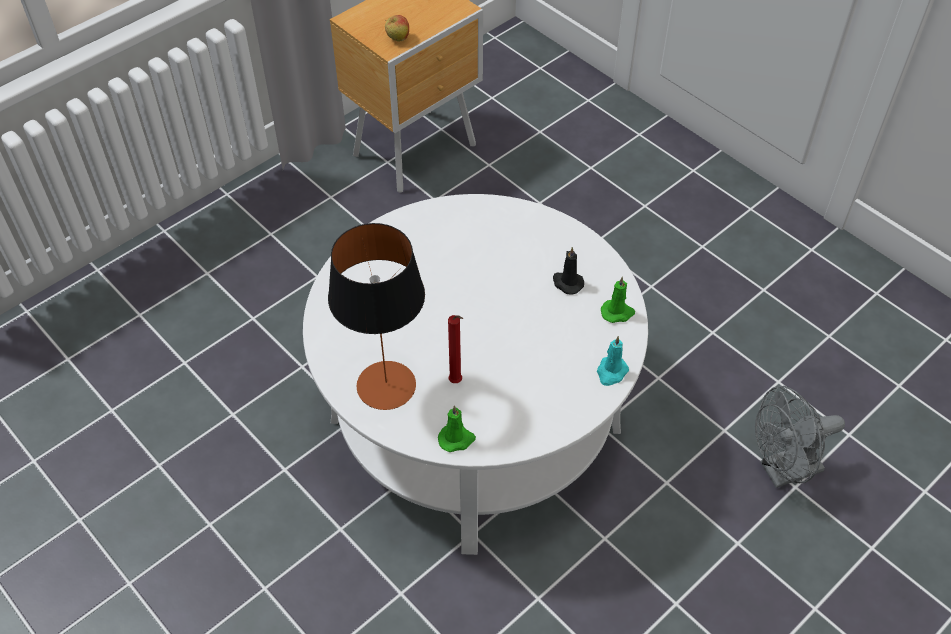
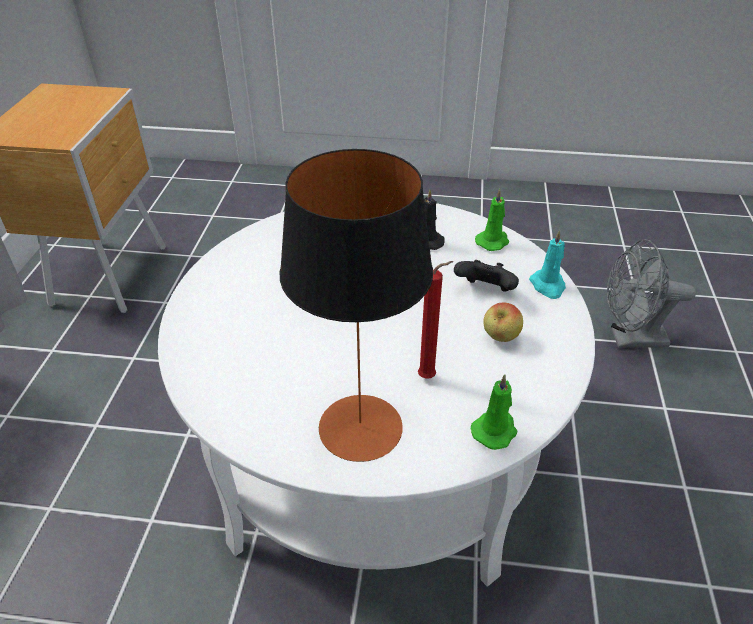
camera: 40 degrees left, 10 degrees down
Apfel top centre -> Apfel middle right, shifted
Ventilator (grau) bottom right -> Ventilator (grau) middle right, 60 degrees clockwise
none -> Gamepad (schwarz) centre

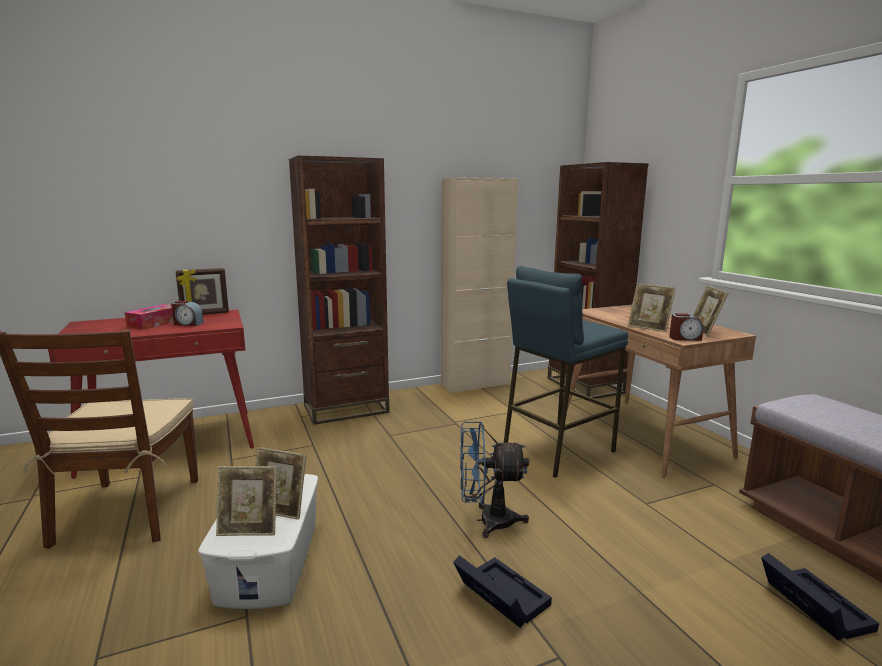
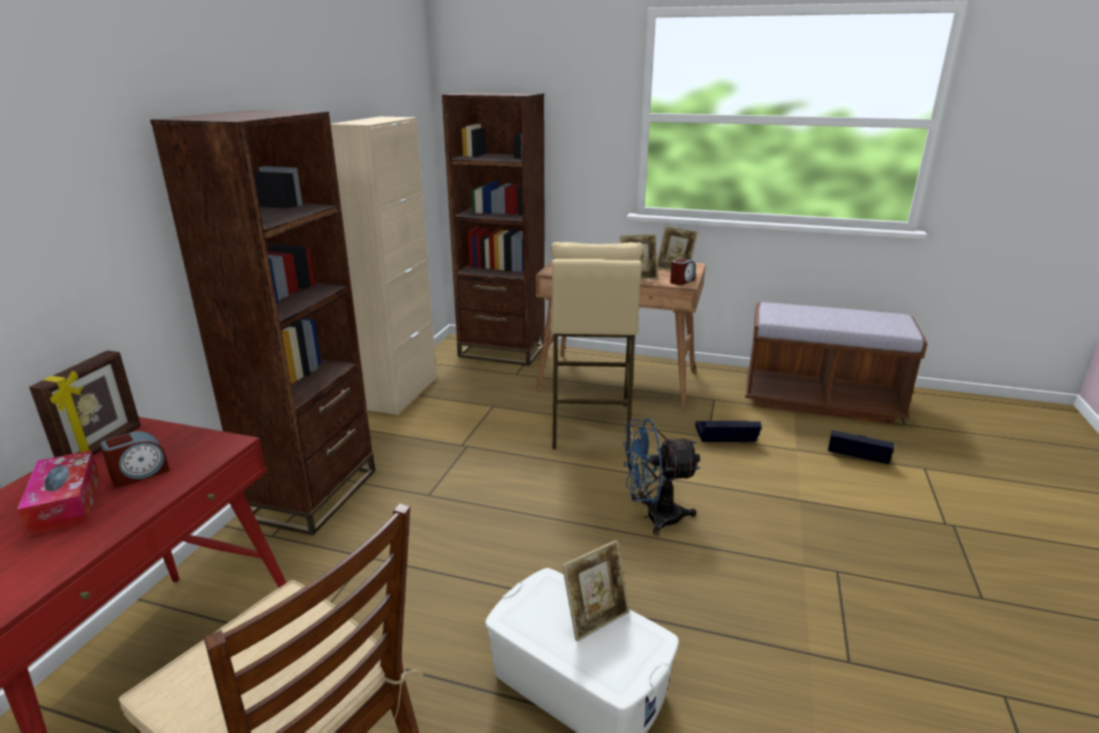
camera: 50 degrees left, 10 degrees up
Bilderrahmen (no. 2 from left) bottom left -> none
Aufbewahrungsbox (schwarz) (no. 1 from left) bottom centre -> Aufbewahrungsbox (schwarz) (no. 1 from left) centre, shifted
Ventilator (blau) bottom centre -> Ventilator (blau) centre, 45 degrees clockwise
Hocker (blau) centre -> Hocker (beige) centre

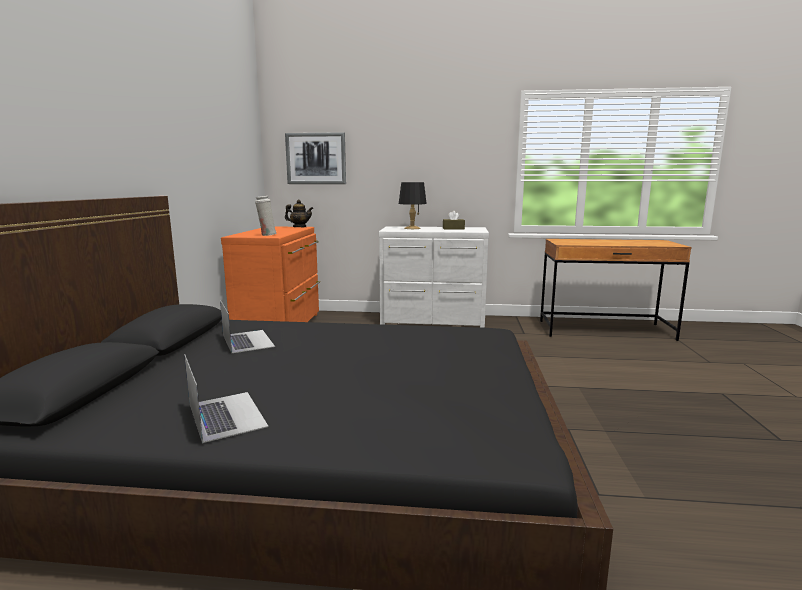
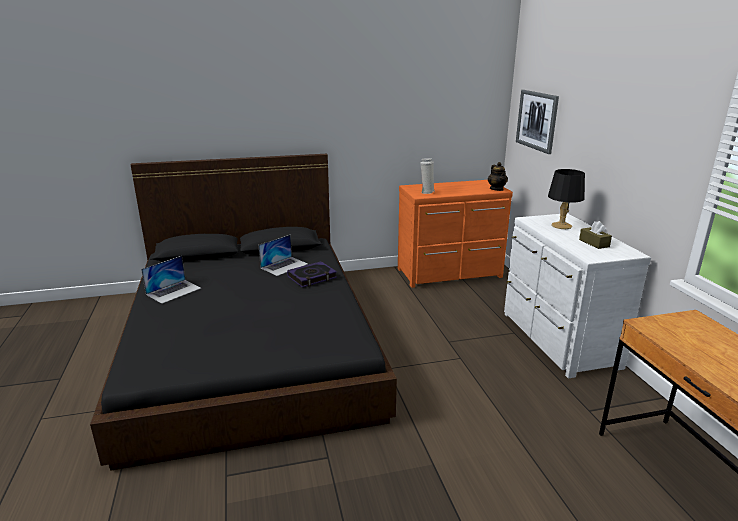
camera: 70 degrees right, 10 degrees up
none -> Buch centre

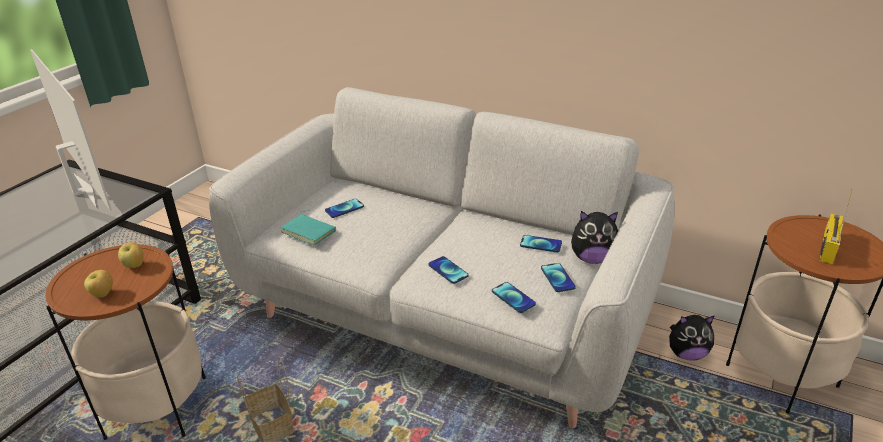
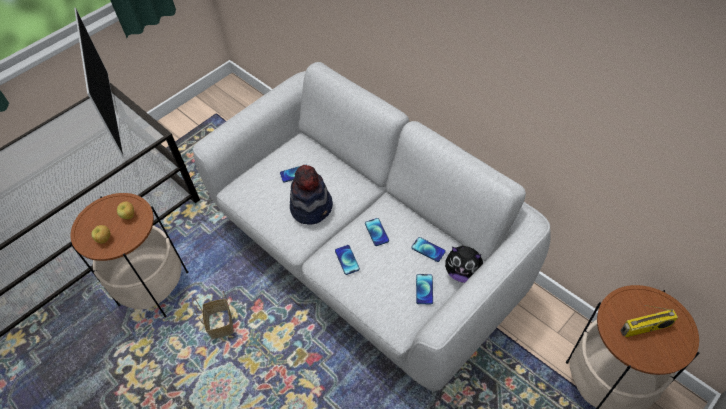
camera: 20 degrees right, 20 degrees up
Buch (türkis) centre -> none
Handy (no. 3 from left) bottom centre -> Handy (no. 3 from left) centre, shifted
Plüschtier (no. 2 from left) bottom right -> none
Radio middle right -> Radio bottom right, 150 degrees counterclockwise
none -> Hut centre

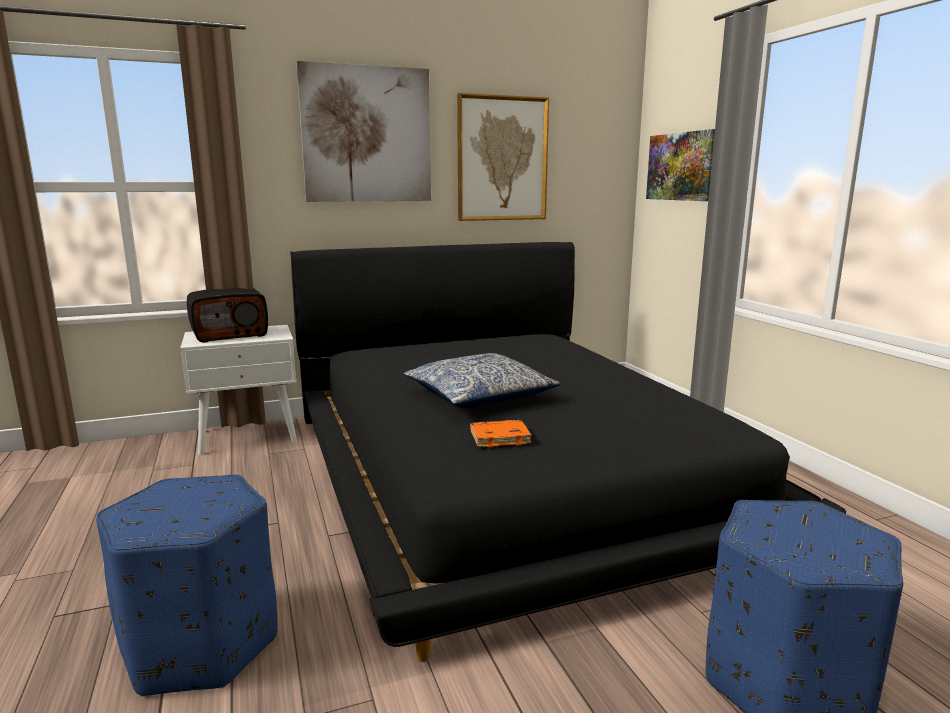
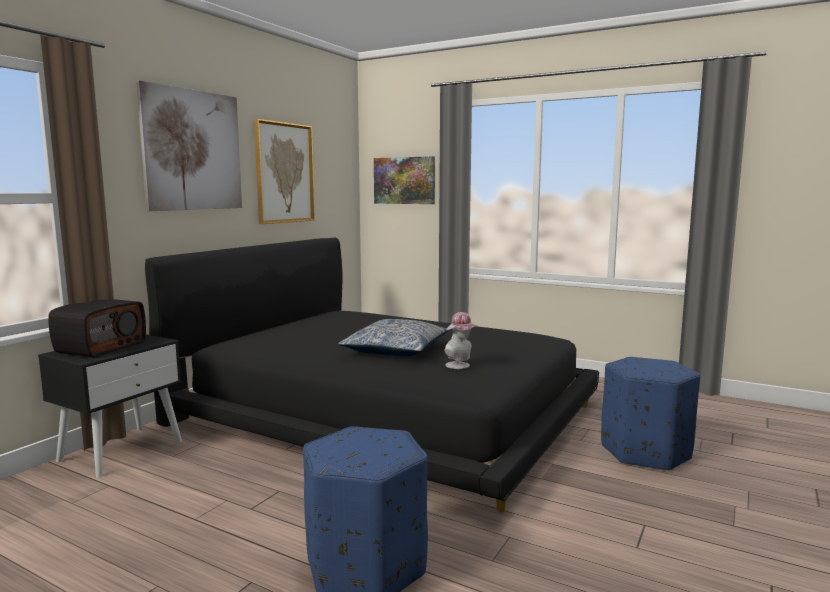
camera: 40 degrees left, 5 degrees down
Nachttisch (weiß) middle left -> Nachttisch (schwarz) bottom left
Buch (orange) centre -> Hut centre

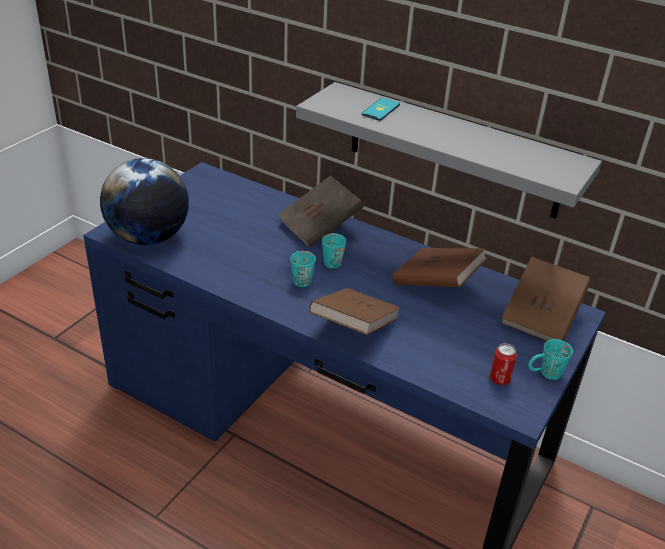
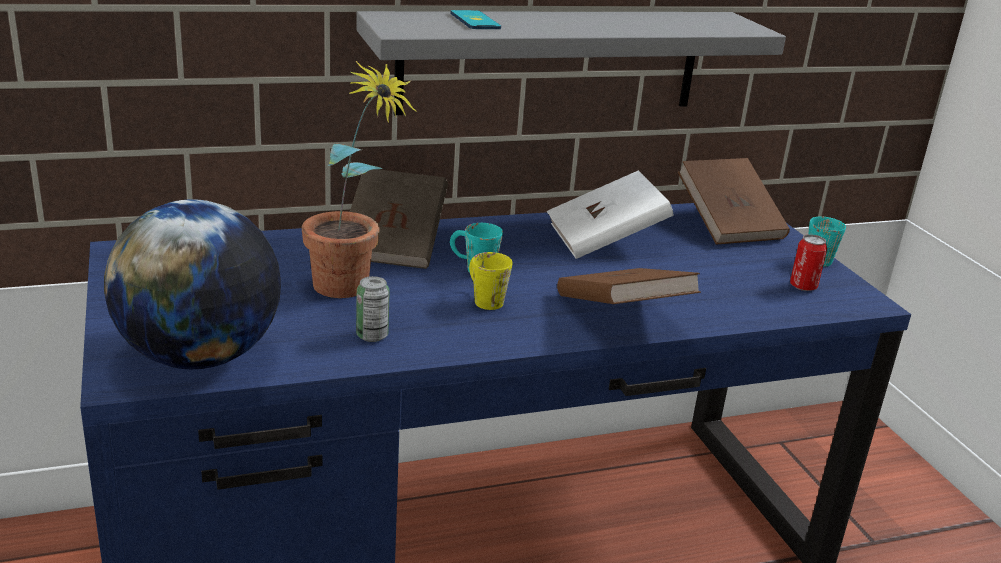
camera: 50 degrees left, 10 degrees down
Henkelbecher (türkis) (no. 1 from left) centre -> Henkelbecher (gelb) centre
Buch (braun) (no. 3 from left) centre -> Buch (weiß) centre
none -> Topfpflanze top centre
none -> Dose (no. 1 from left) centre

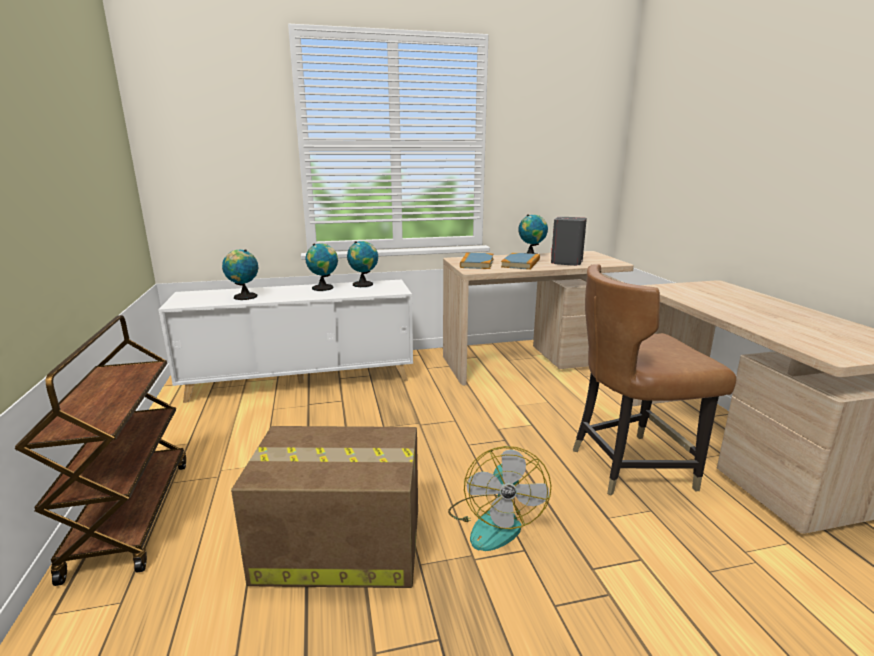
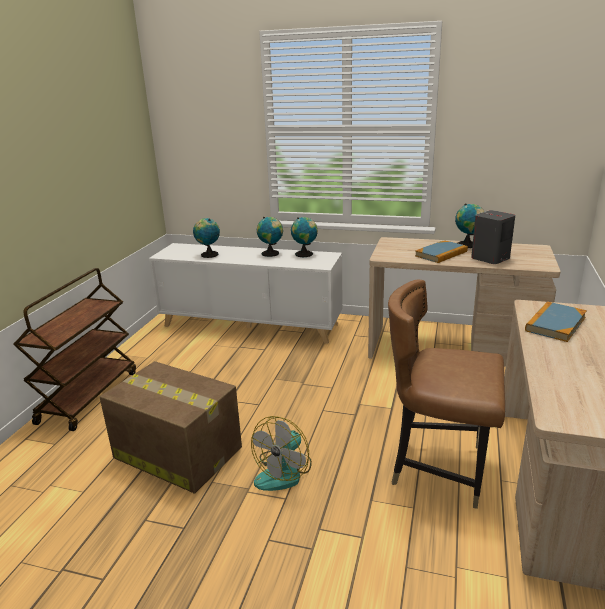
camera: 30 degrees right, 5 degrees up
Buch (no. 1 from left in the first image) centre -> Buch (no. 2 from left) middle right, shifted

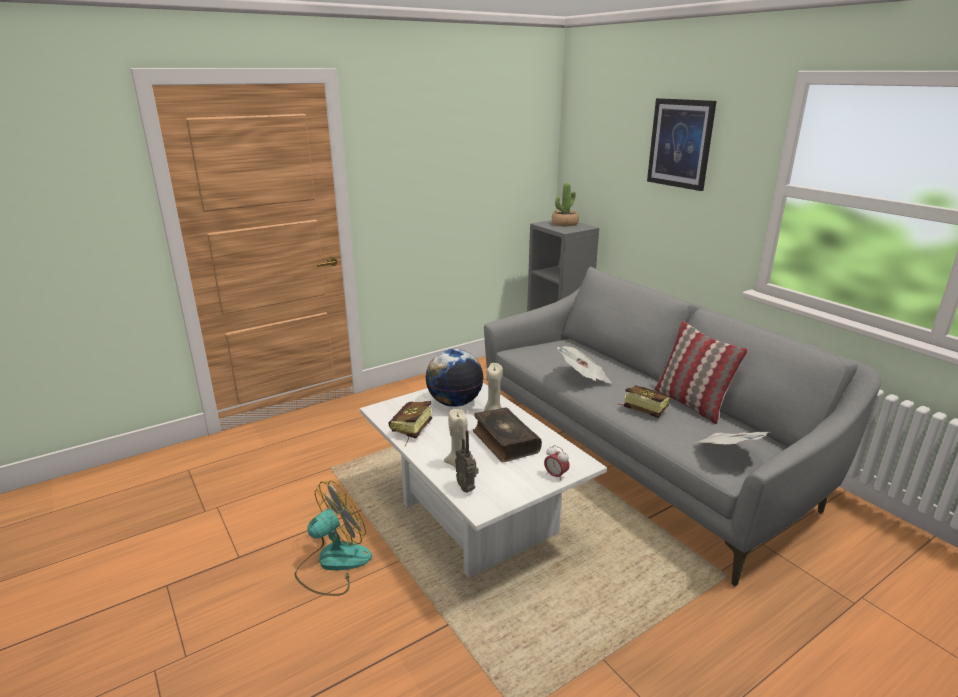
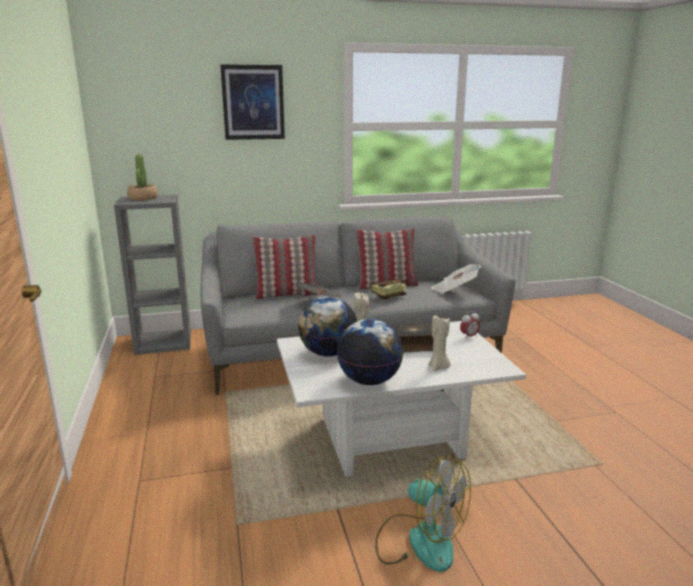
camera: 70 degrees left, 5 degrees down
Ventilator bottom centre, 150 degrees clockwise
Buch (no. 1 from left) centre -> Globus (no. 2 from left) centre
Radio centre -> none
none -> Kissen (no. 1 from left) centre

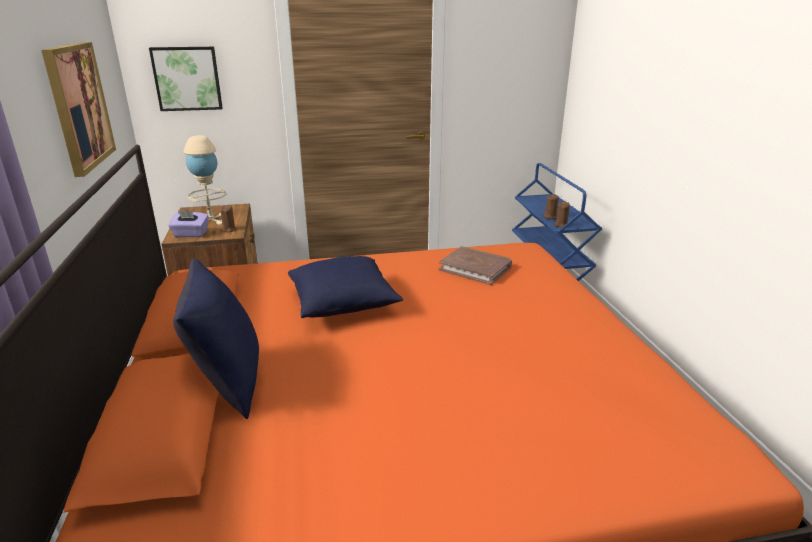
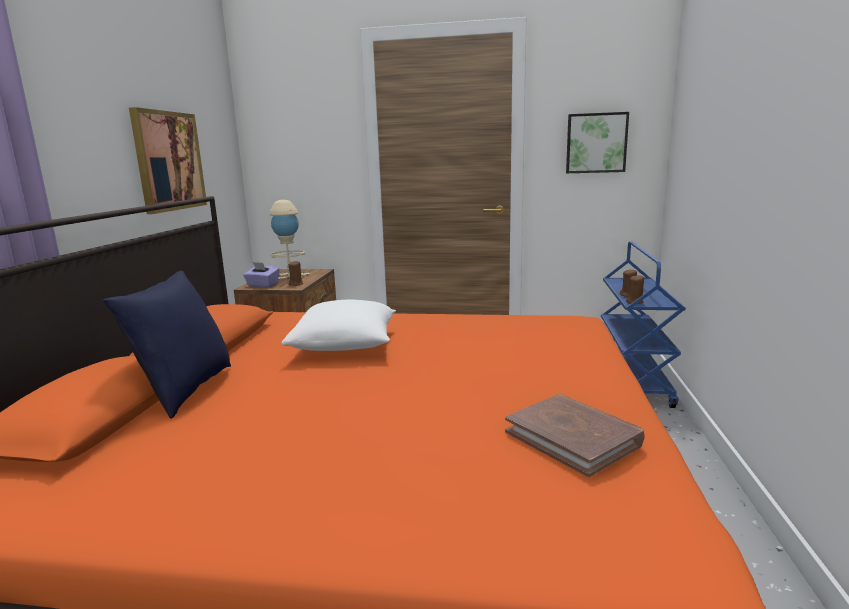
camera: 20 degrees right, 10 degrees down
Bild (no. 2 from left) top left -> Bild (no. 2 from left) top right, shifted
Kissen (blau) (no. 2 from left) centre -> Kissen (weiß) centre
Buch (braun) centre -> Buch (braun) bottom right, shifted

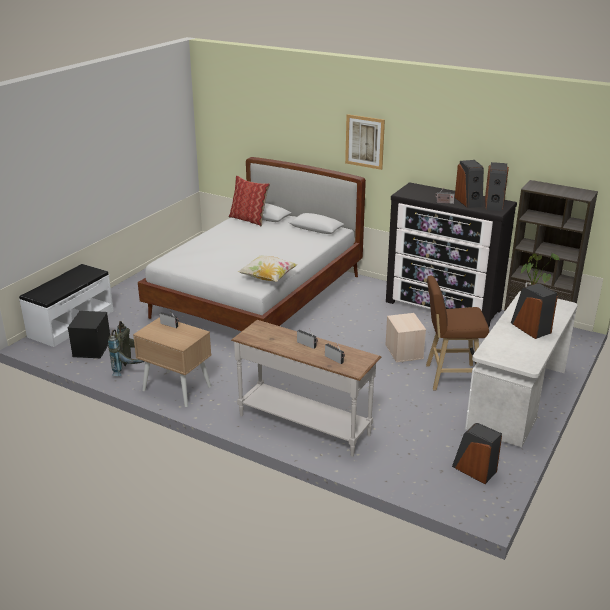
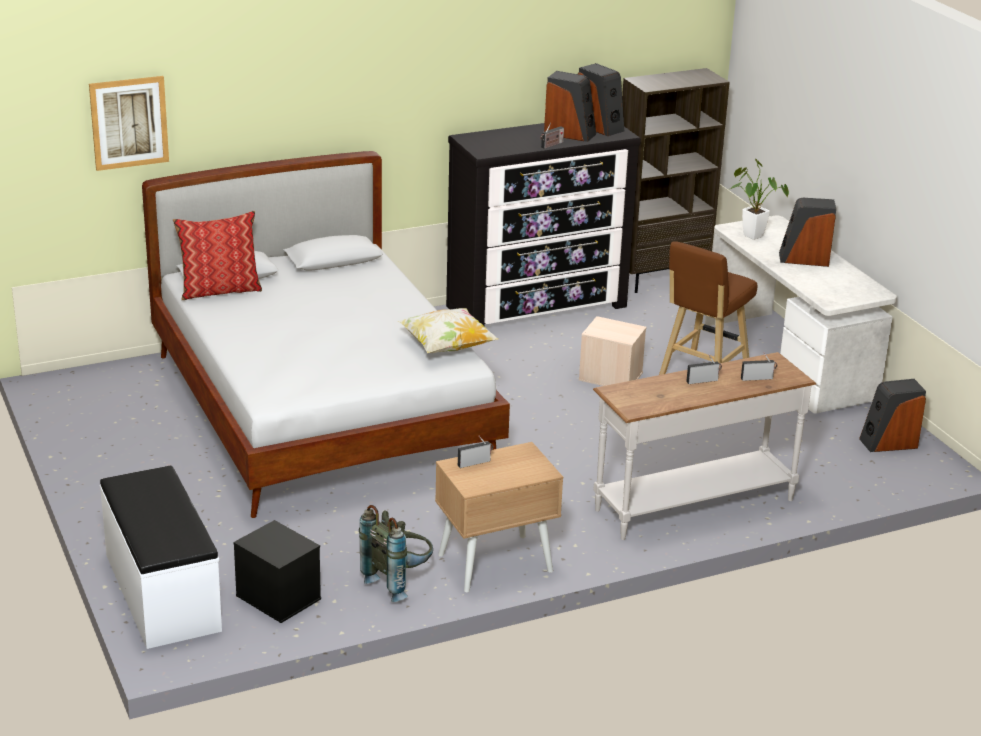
camera: 55 degrees left, 0 degrees up
Bild top centre -> Bild top left, shifted

